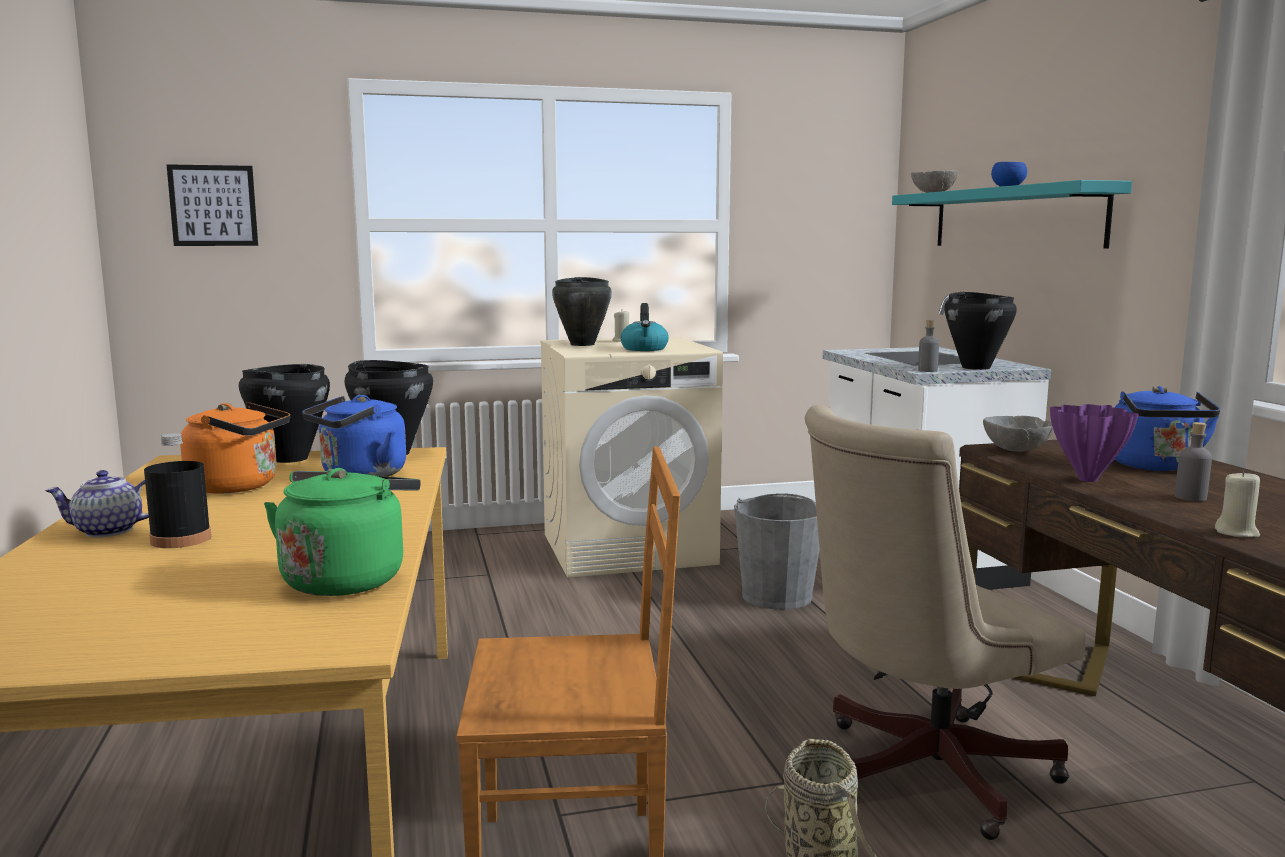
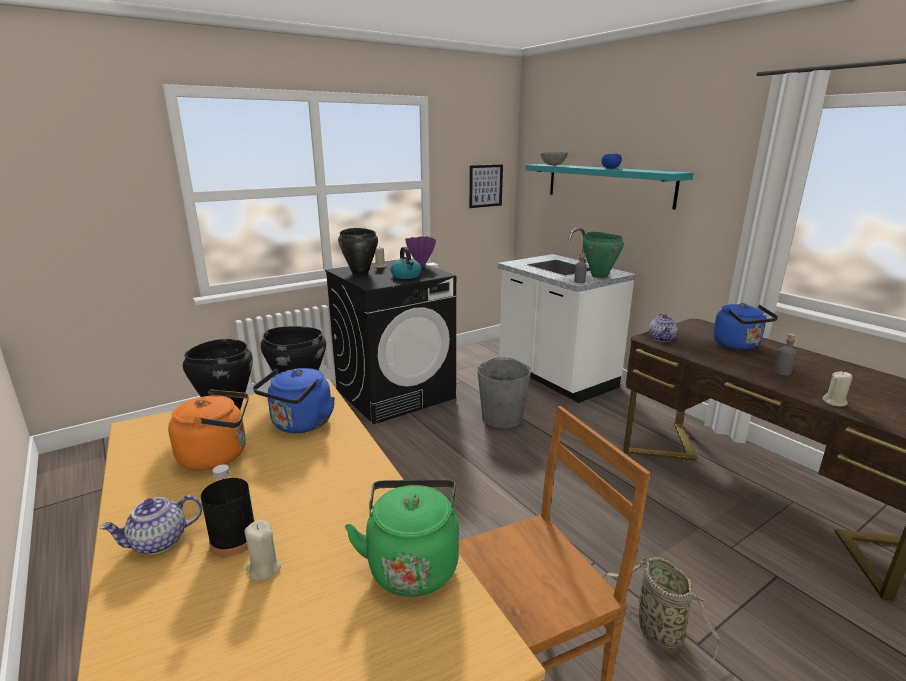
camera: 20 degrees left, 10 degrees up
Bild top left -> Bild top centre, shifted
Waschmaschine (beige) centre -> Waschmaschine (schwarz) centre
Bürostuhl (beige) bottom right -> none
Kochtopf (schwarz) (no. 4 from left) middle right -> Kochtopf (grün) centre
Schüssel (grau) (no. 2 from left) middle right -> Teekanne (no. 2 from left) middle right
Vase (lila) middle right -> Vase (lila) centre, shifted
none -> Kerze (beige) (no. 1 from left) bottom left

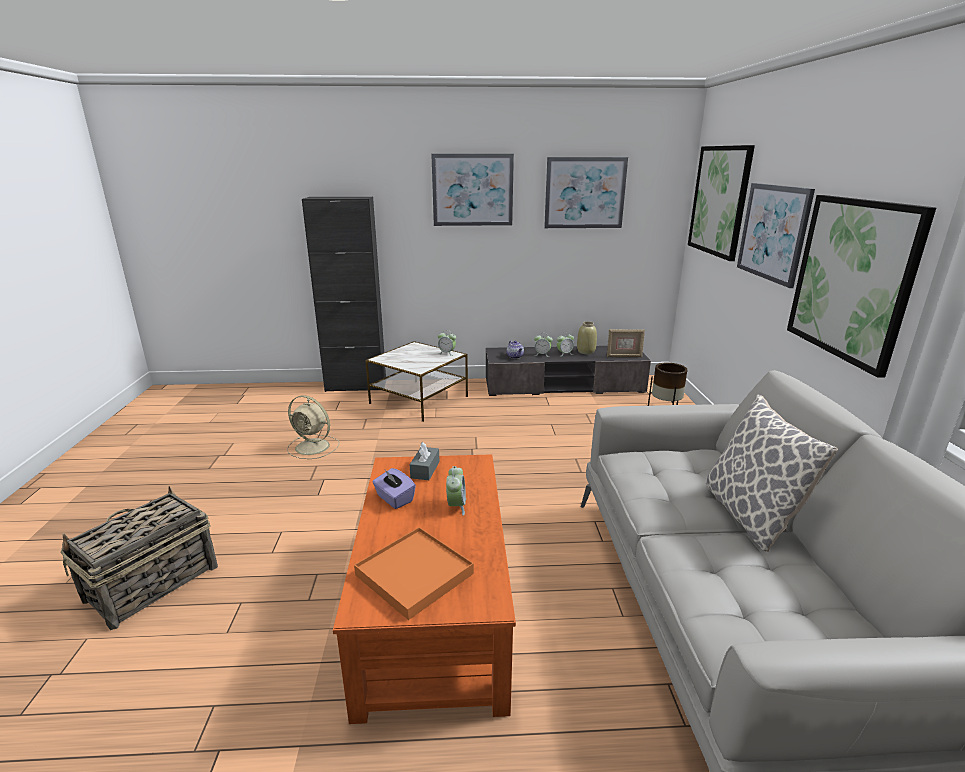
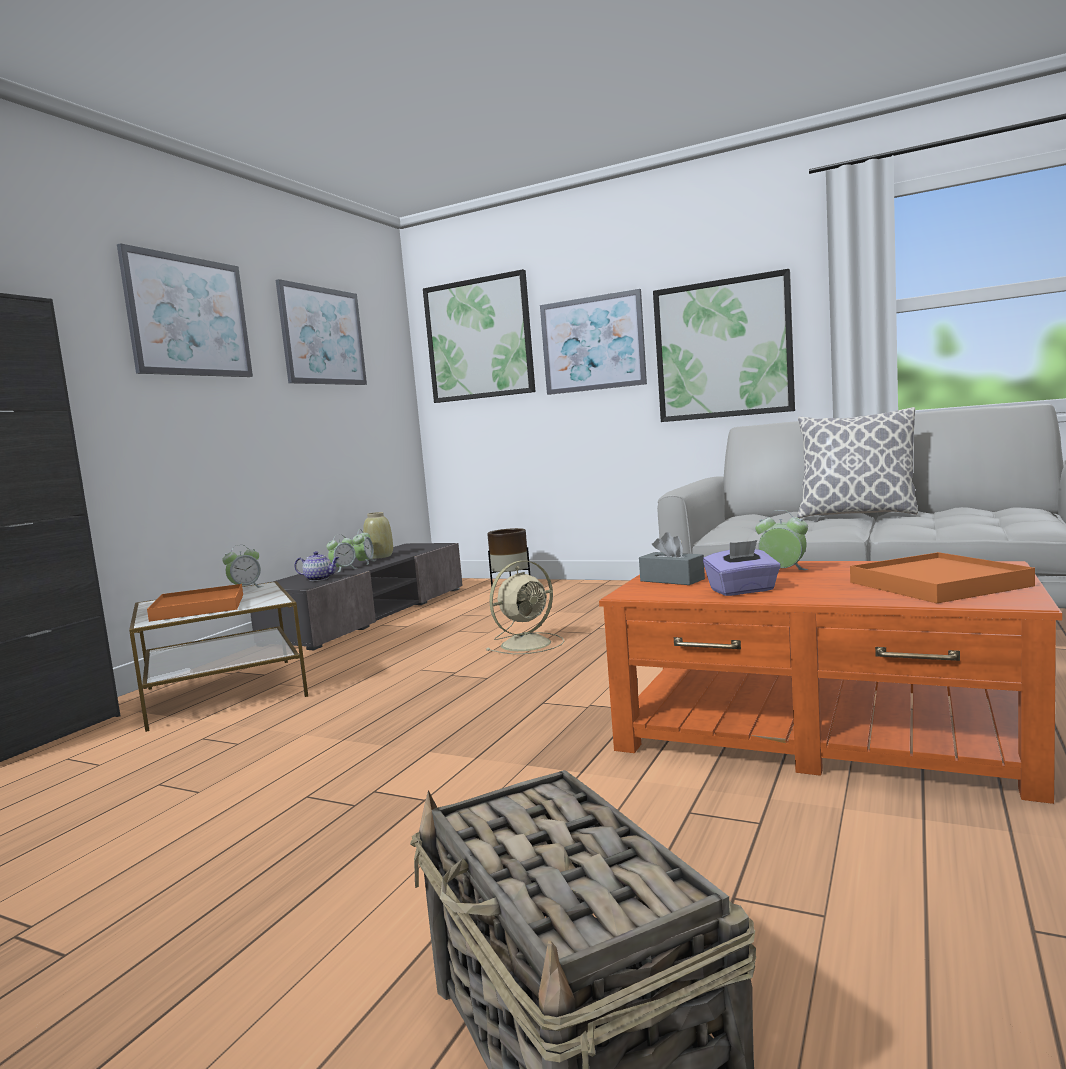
camera: 60 degrees left, 15 degrees down
Ventilator (beige) middle left -> Ventilator (beige) centre, shifted
Bilderrahmen centre -> none
none -> Tablett (orange) (no. 1 from left) middle left

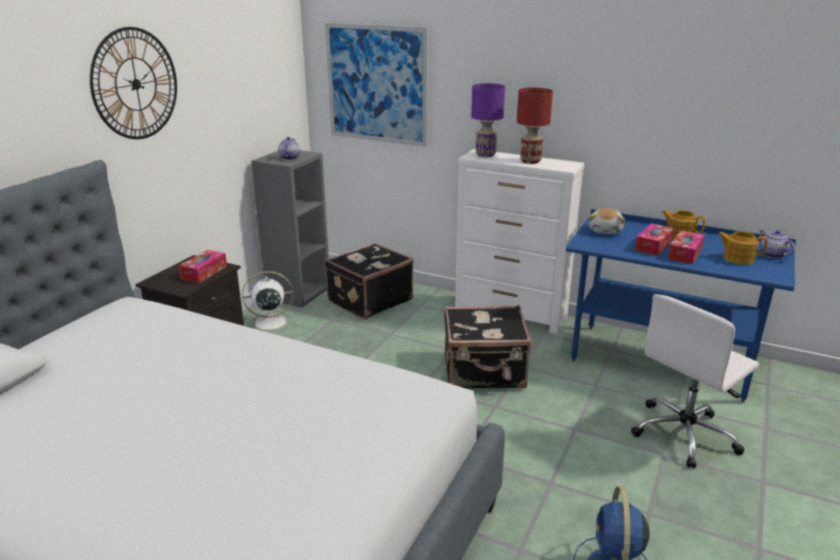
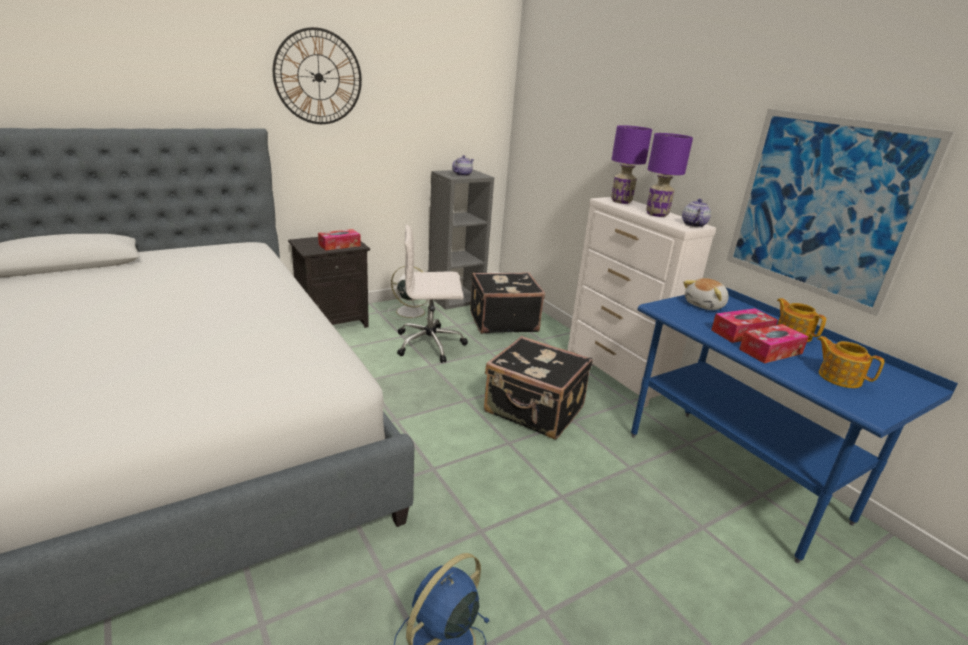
camera: 30 degrees right, 0 degrees up
Bild top centre -> Bild top right, shifted
Tischlampe (rot) top centre -> Tischlampe (lila) (no. 2 from left) top right
Bürostuhl (weiß) bottom right -> Bürostuhl (weiß) centre, shifted
Teekanne (no. 4 from left in the first image) middle right -> Teekanne (no. 2 from left) top right, shifted

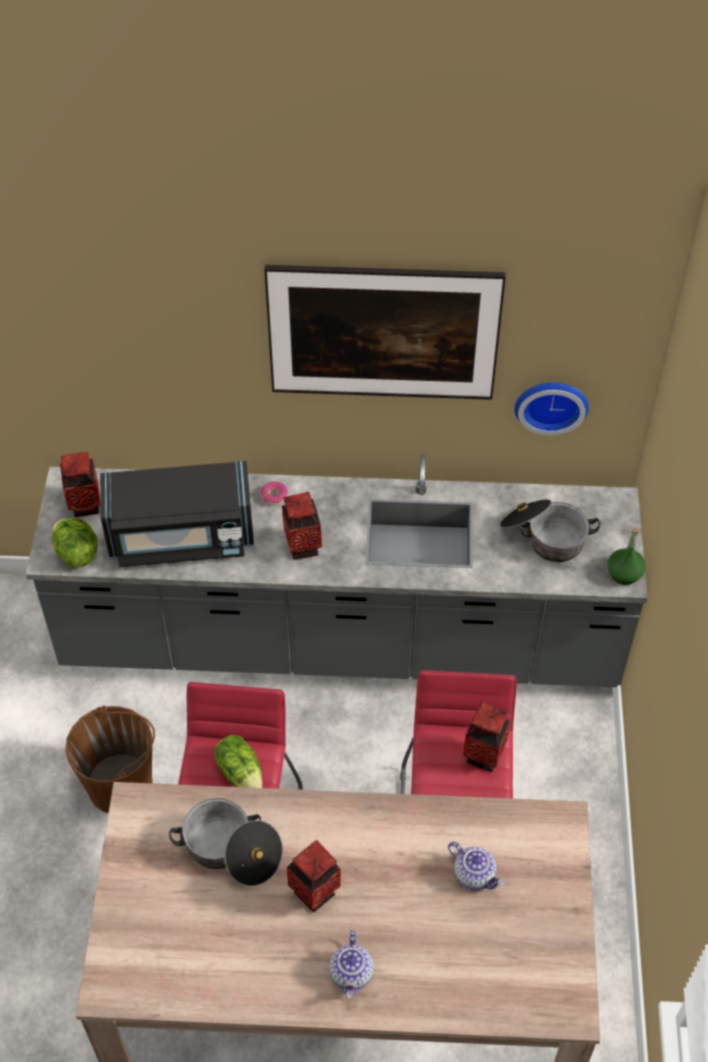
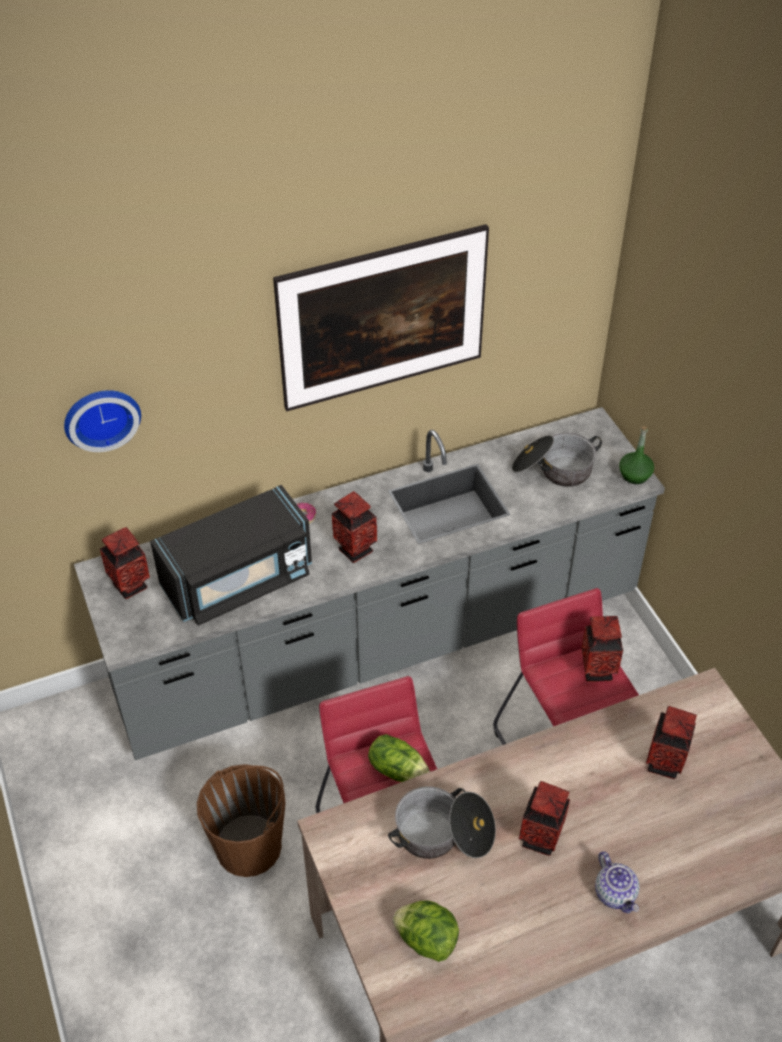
camera: 25 degrees left, 5 degrees down
Salatkopf (no. 1 from left in the first image) middle left -> Salatkopf (no. 2 from left) bottom centre, shifted
Teekanne (no. 2 from left) bottom right -> Vase (no. 5 from left) bottom right
Wanduhr middle right -> Wanduhr middle left, shifted

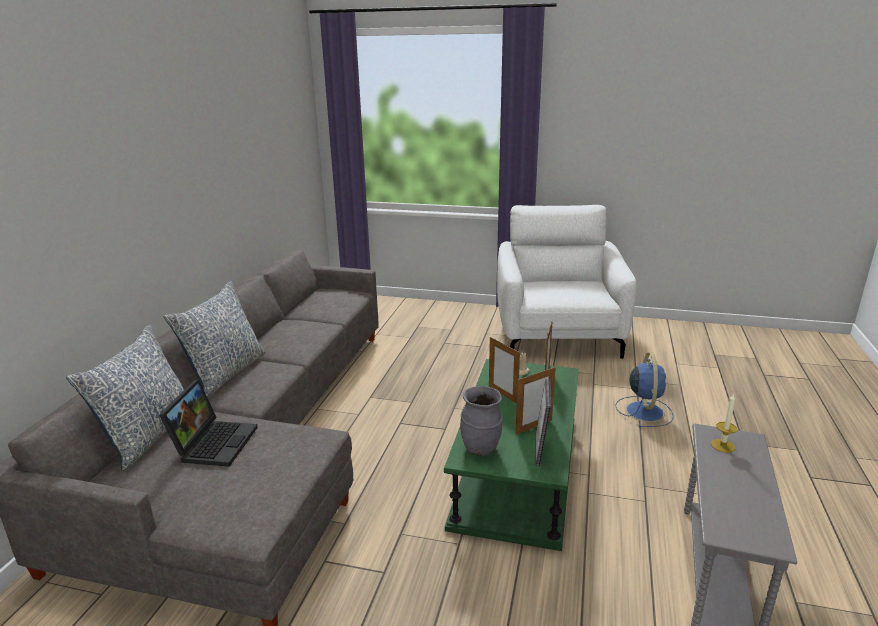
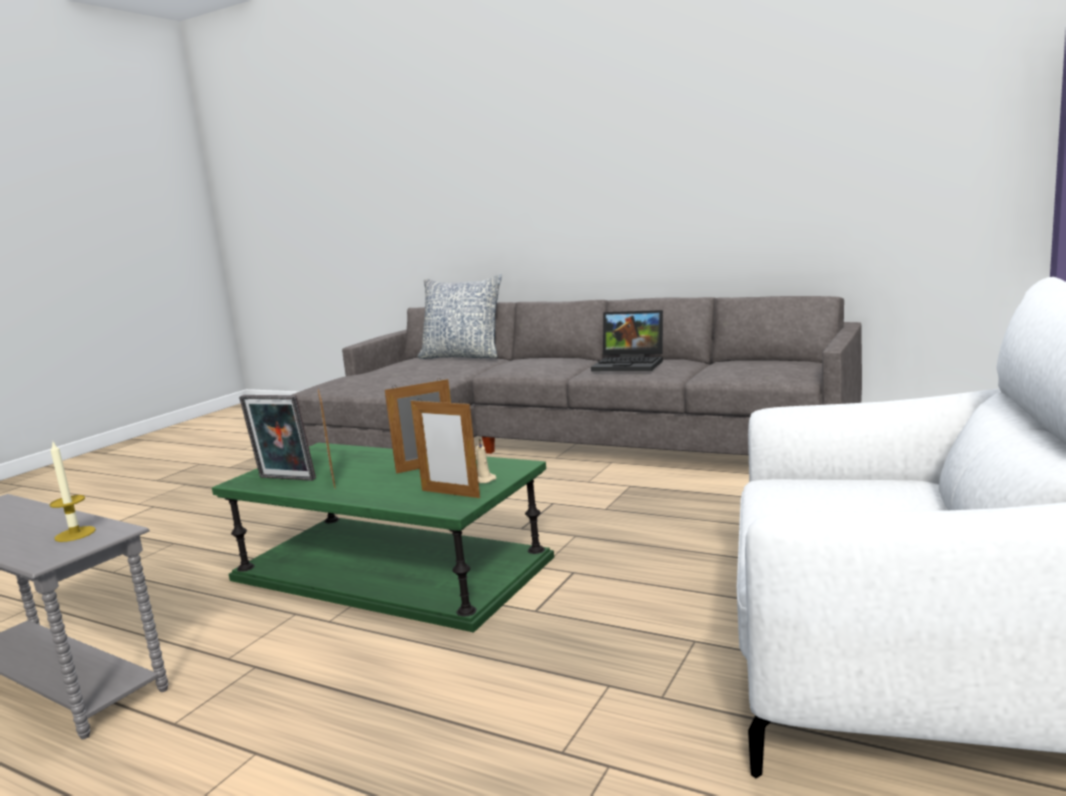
camera: 105 degrees right, 10 degrees down
Laptop bottom left -> Laptop centre, shifted
Kissen (no. 2 from left) middle left -> none
Vase (grau) bottom centre -> none
Ventilator (blau) middle right -> none

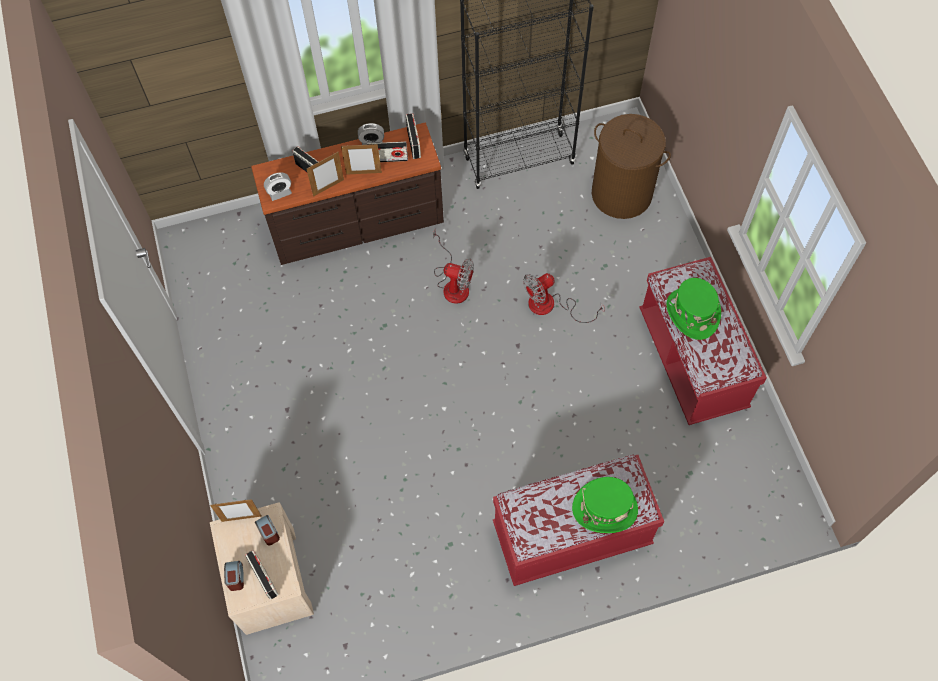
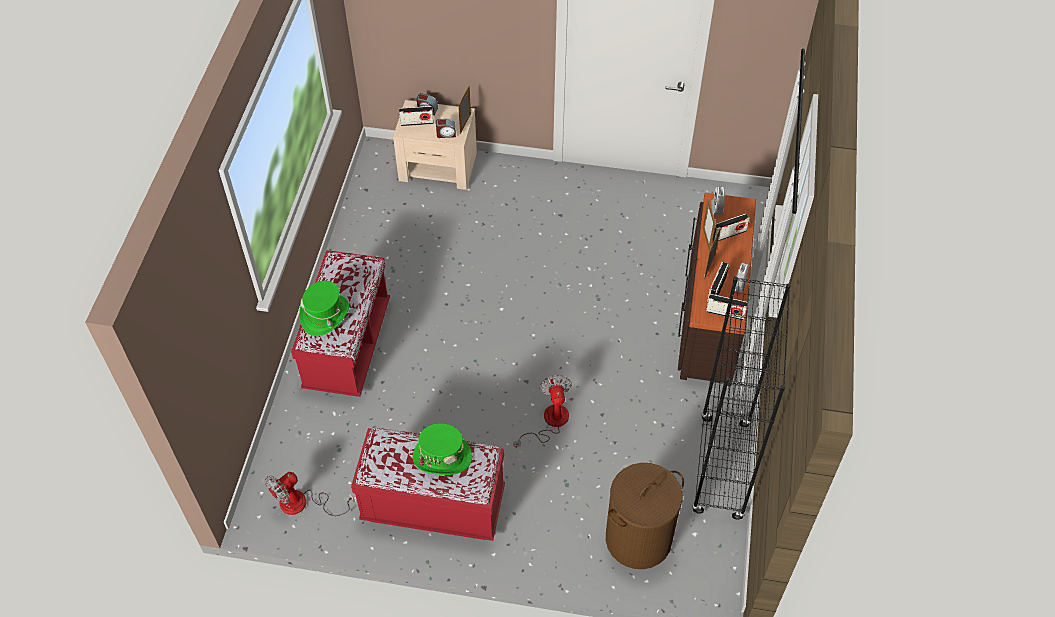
camera: 115 degrees right, 10 degrees down
Ventilator (no. 1 from left) centre -> Ventilator (no. 1 from left) bottom left, shifted

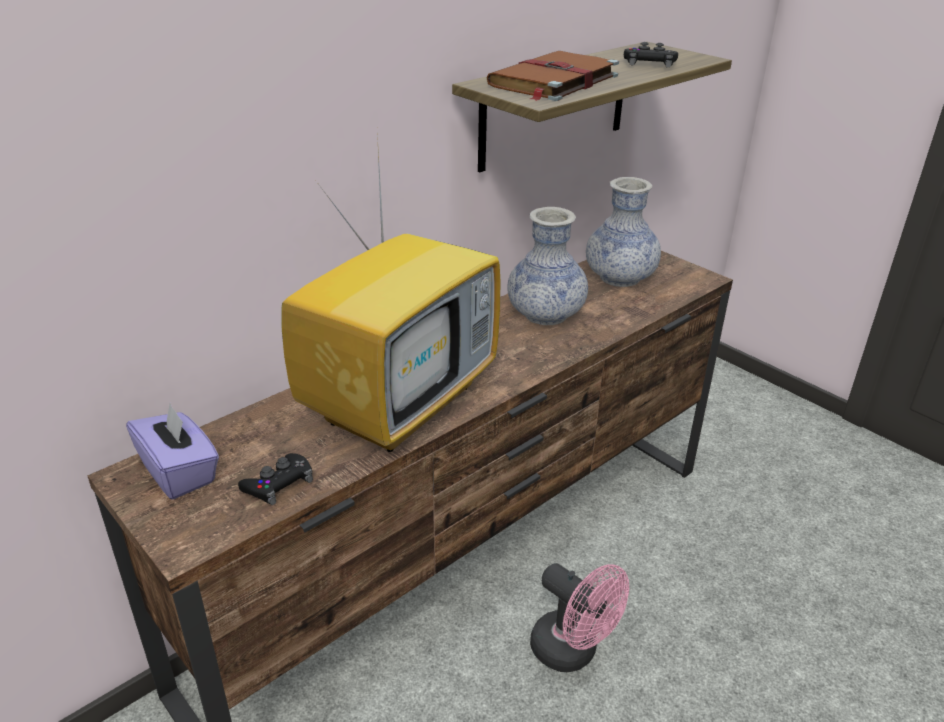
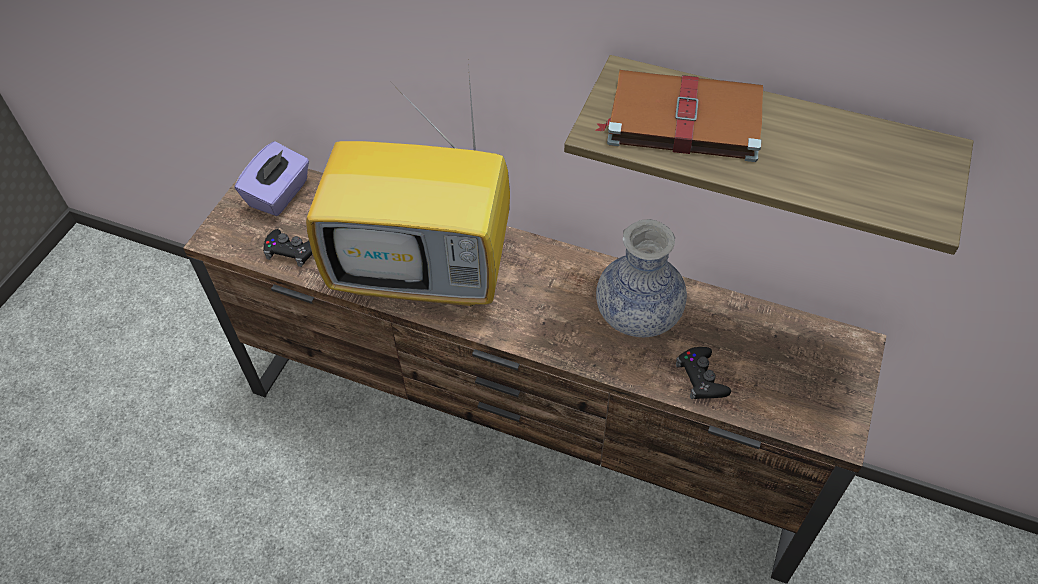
camera: 65 degrees right, 20 degrees up
Ventilator (rosa) bottom centre -> none
Vase (no. 2 from left) top centre -> none
Gamepad (schwarz) (no. 2 from left) top right -> Gamepad (schwarz) (no. 2 from left) middle right, shifted

